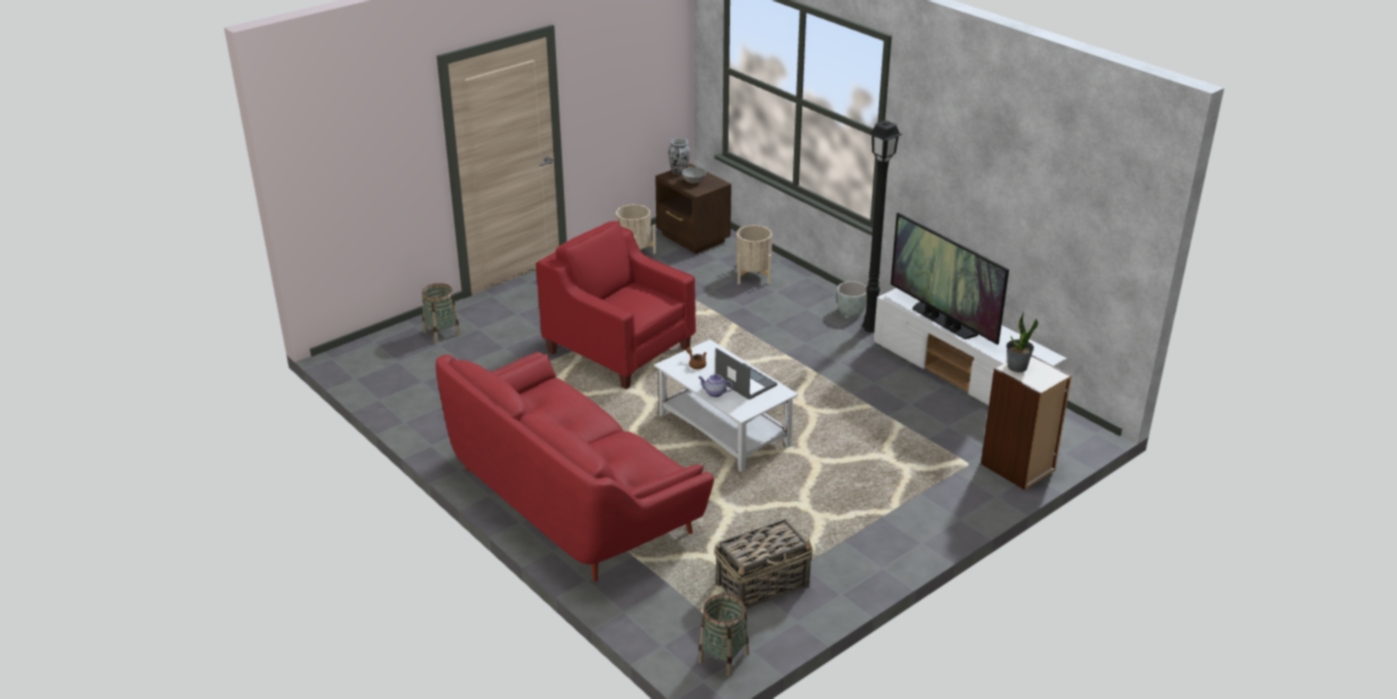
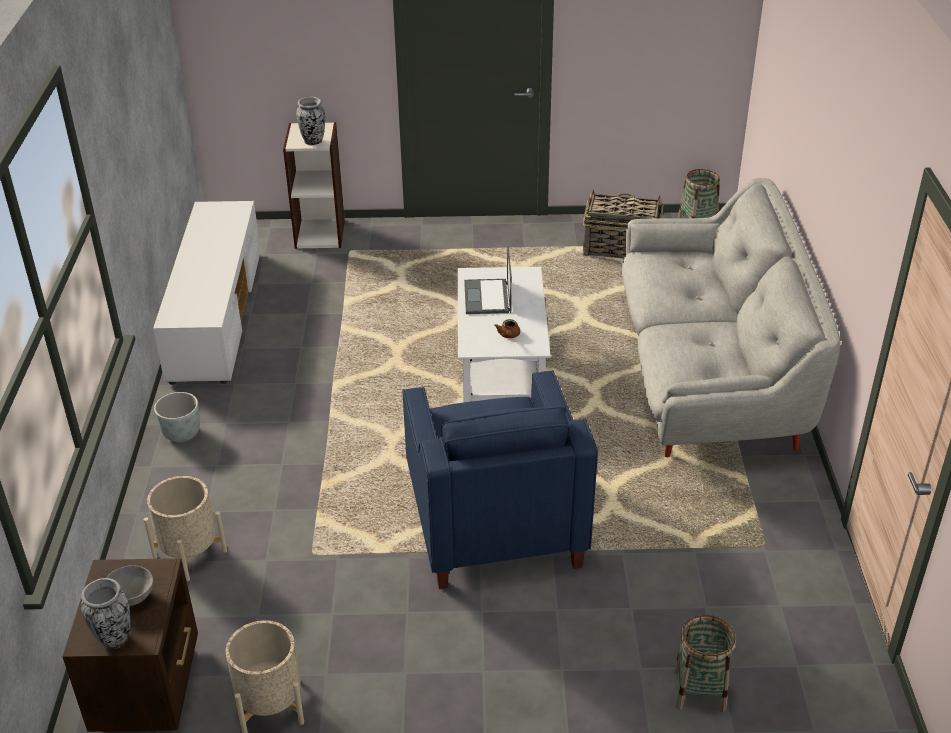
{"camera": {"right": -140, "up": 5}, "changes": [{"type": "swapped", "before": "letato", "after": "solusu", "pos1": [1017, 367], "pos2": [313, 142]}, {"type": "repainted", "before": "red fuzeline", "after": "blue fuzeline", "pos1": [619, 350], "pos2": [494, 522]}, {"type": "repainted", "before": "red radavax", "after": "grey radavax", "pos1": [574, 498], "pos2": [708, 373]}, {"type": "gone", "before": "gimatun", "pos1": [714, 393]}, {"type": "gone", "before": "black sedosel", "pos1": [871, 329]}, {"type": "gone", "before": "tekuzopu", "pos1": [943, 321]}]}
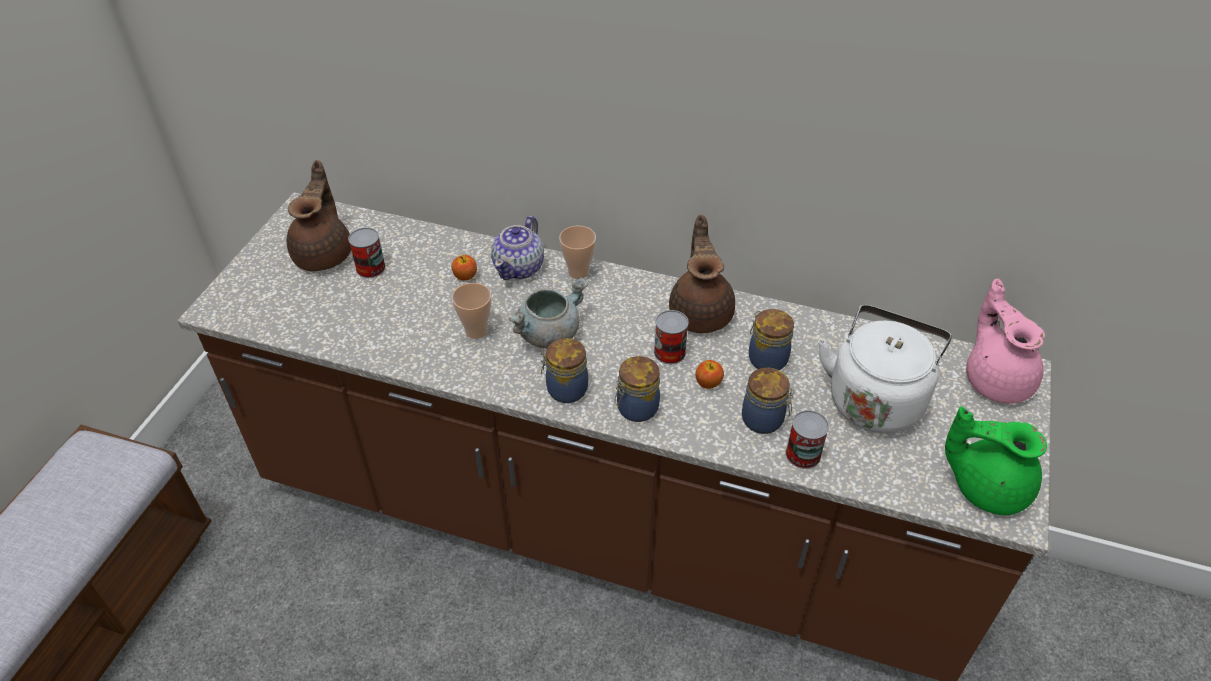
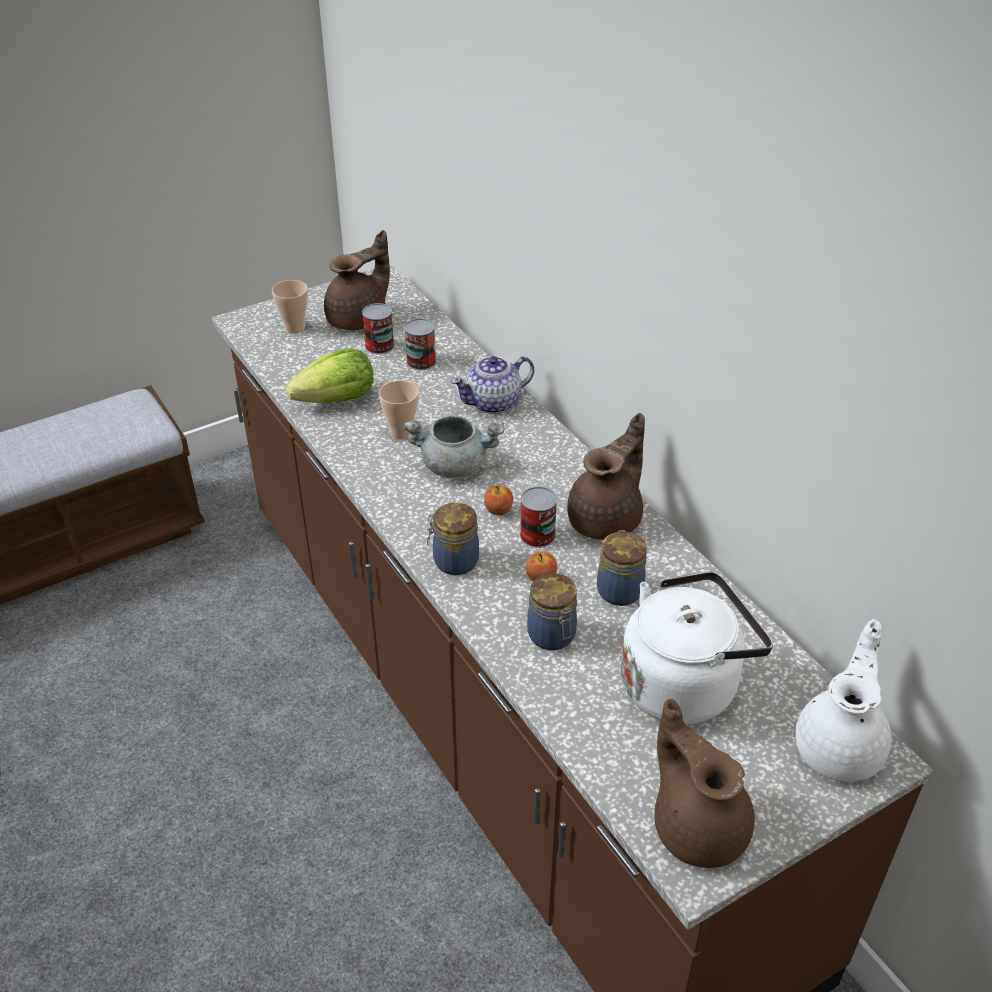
{"camera": {"right": 40, "up": -5}, "changes": [{"type": "shifted", "before": "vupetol", "pos1": [578, 272], "pos2": [294, 327]}, {"type": "new", "after": "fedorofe", "pos2": [337, 400]}, {"type": "shifted", "before": "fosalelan", "pos1": [803, 454], "pos2": [421, 361]}, {"type": "shifted", "before": "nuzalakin", "pos1": [465, 276], "pos2": [498, 510]}, {"type": "repainted", "before": "green gimatun", "after": "brown gimatun", "pos1": [986, 486], "pos2": [698, 826]}, {"type": "repainted", "before": "pink gimatun", "after": "white gimatun", "pos1": [996, 379], "pos2": [840, 747]}, {"type": "gone", "before": "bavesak", "pos1": [565, 389]}]}
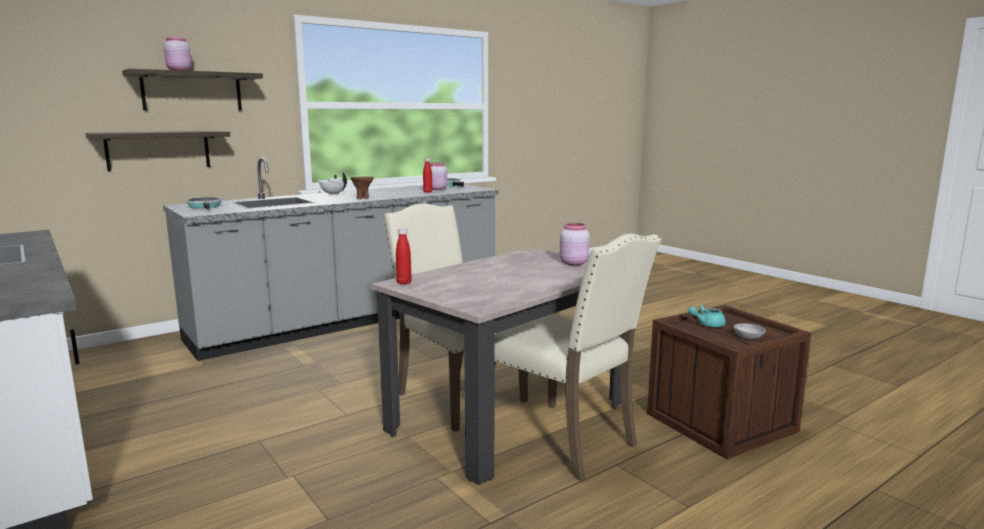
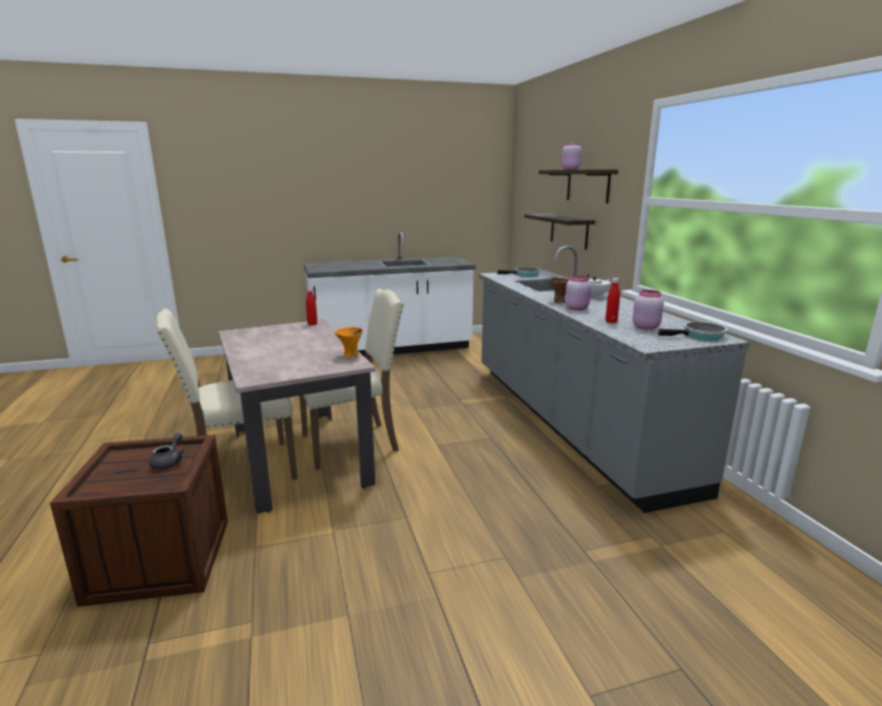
{"camera": {"right": 110, "up": 5}, "changes": [{"type": "repainted", "before": "turquoise gimatun", "after": "grey gimatun", "pos1": [707, 325], "pos2": [169, 462]}, {"type": "new", "after": "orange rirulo", "pos2": [350, 355]}, {"type": "shifted", "before": "pink bavesak", "pos1": [573, 263], "pos2": [577, 308]}, {"type": "gone", "before": "grey rirulo", "pos1": [748, 338]}]}
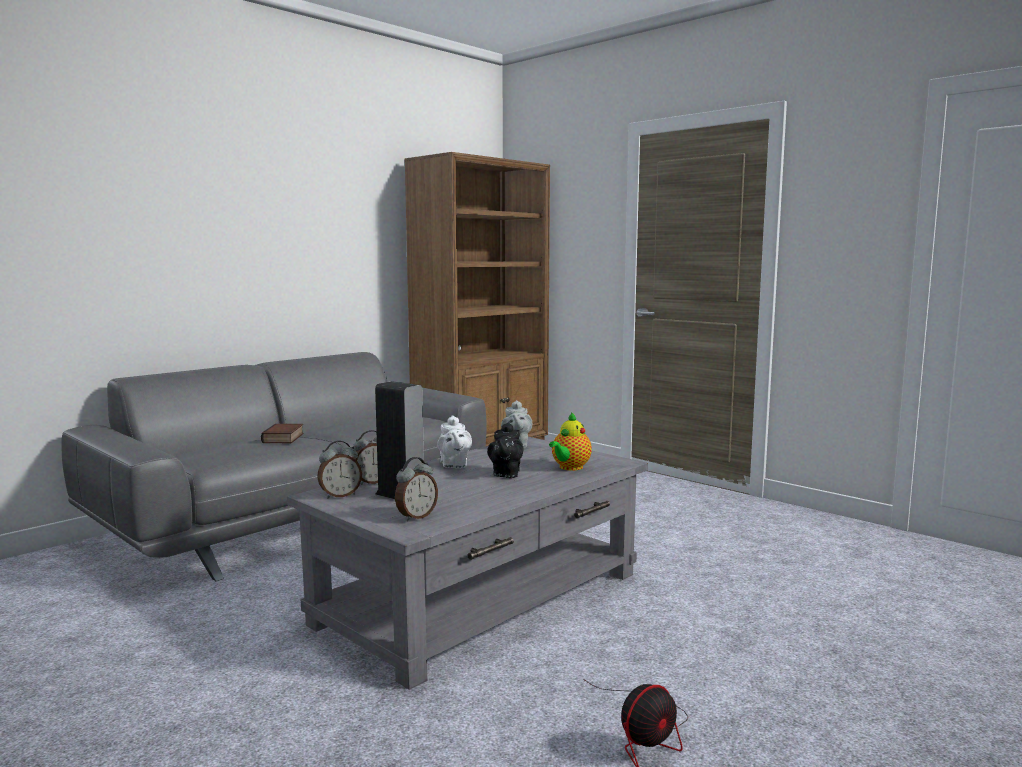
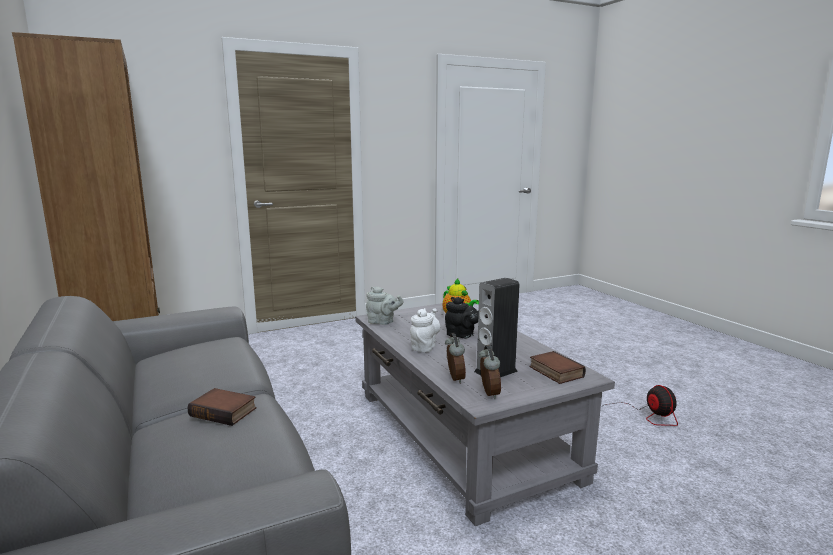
{"camera": {"right": -70, "up": 5}, "changes": [{"type": "rotated", "before": "white gimatun", "pos1": [454, 465], "pos2": [424, 347], "turn": -75}, {"type": "swapped", "before": "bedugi", "after": "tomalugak", "pos1": [416, 517], "pos2": [554, 372]}]}
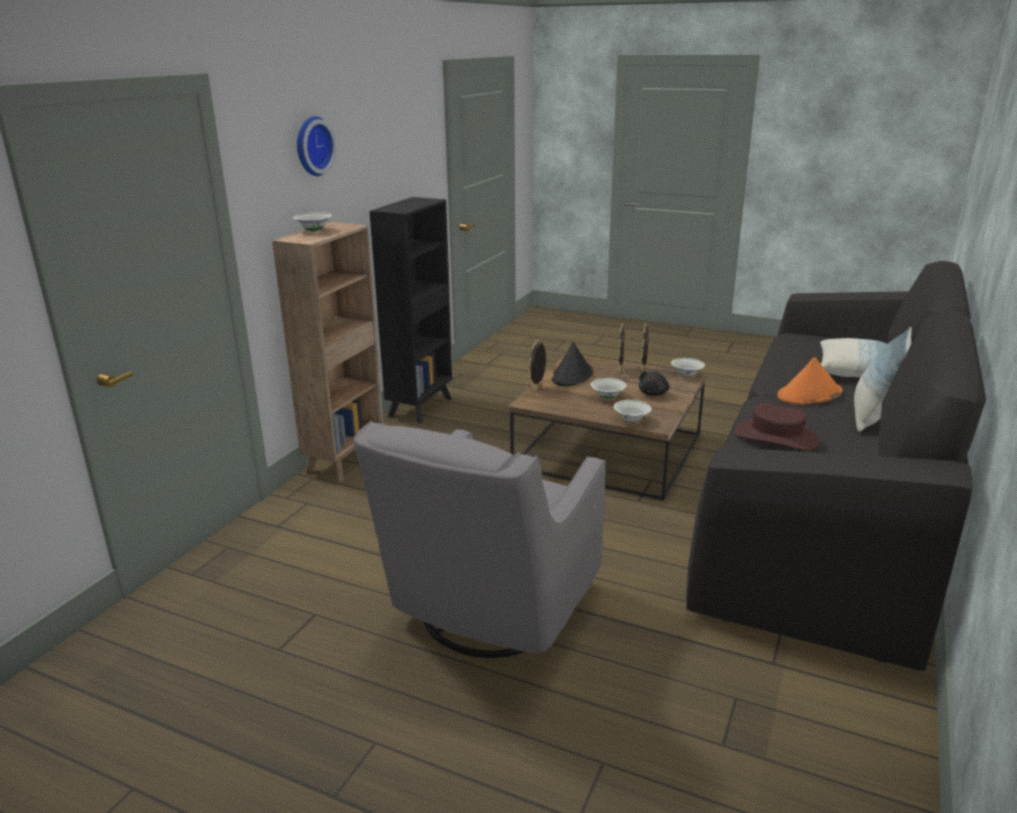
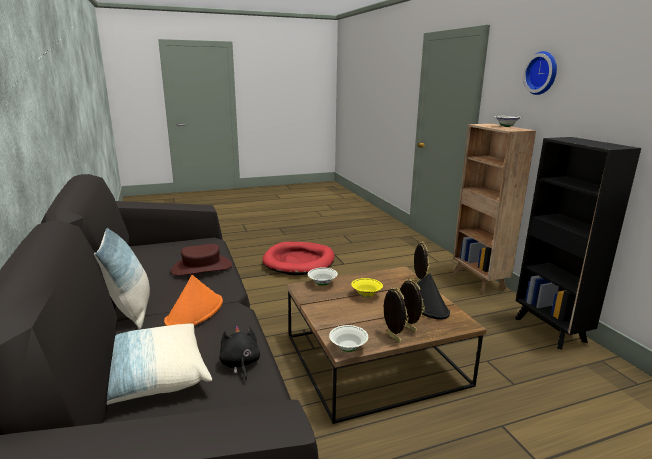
{"camera": {"right": 135, "up": -5}, "changes": [{"type": "shifted", "before": "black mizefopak", "pos1": [653, 393], "pos2": [240, 364]}, {"type": "swapped", "before": "grey fuzeline", "after": "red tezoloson", "pos1": [489, 614], "pos2": [299, 261]}, {"type": "repainted", "before": "white rirulo", "after": "yellow rirulo", "pos1": [608, 397], "pos2": [366, 295]}]}
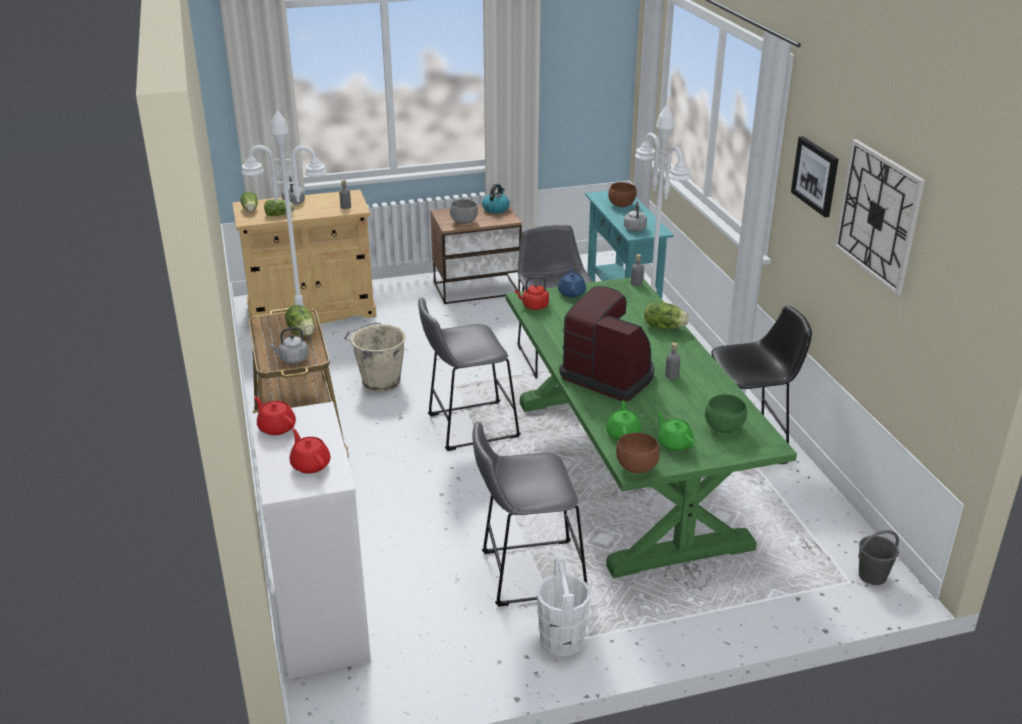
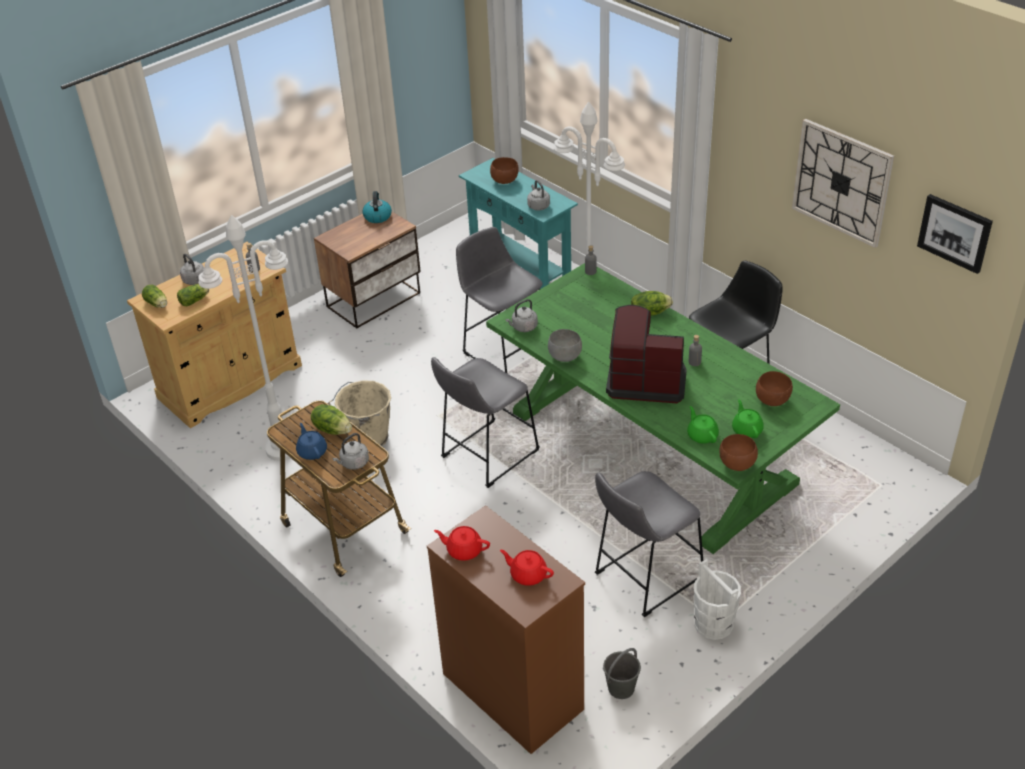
{"camera": {"right": -25, "up": 10}, "changes": [{"type": "shifted", "before": "blue gimatun", "pos1": [572, 293], "pos2": [312, 451]}, {"type": "repainted", "before": "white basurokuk", "after": "brown basurokuk", "pos1": [320, 618], "pos2": [511, 690]}, {"type": "repainted", "before": "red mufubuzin", "after": "grey mufubuzin", "pos1": [533, 306], "pos2": [523, 327]}, {"type": "shifted", "before": "grey rirulo", "pos1": [463, 222], "pos2": [564, 356]}, {"type": "shifted", "before": "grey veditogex", "pos1": [872, 576], "pos2": [620, 688]}, {"type": "rotated", "before": "green gimatun", "pos1": [674, 443], "pos2": [747, 430], "turn": 45}, {"type": "repainted", "before": "green rirulo", "after": "brown rirulo", "pos1": [725, 428], "pos2": [773, 400]}, {"type": "shifted", "before": "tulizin", "pos1": [816, 176], "pos2": [955, 232]}]}
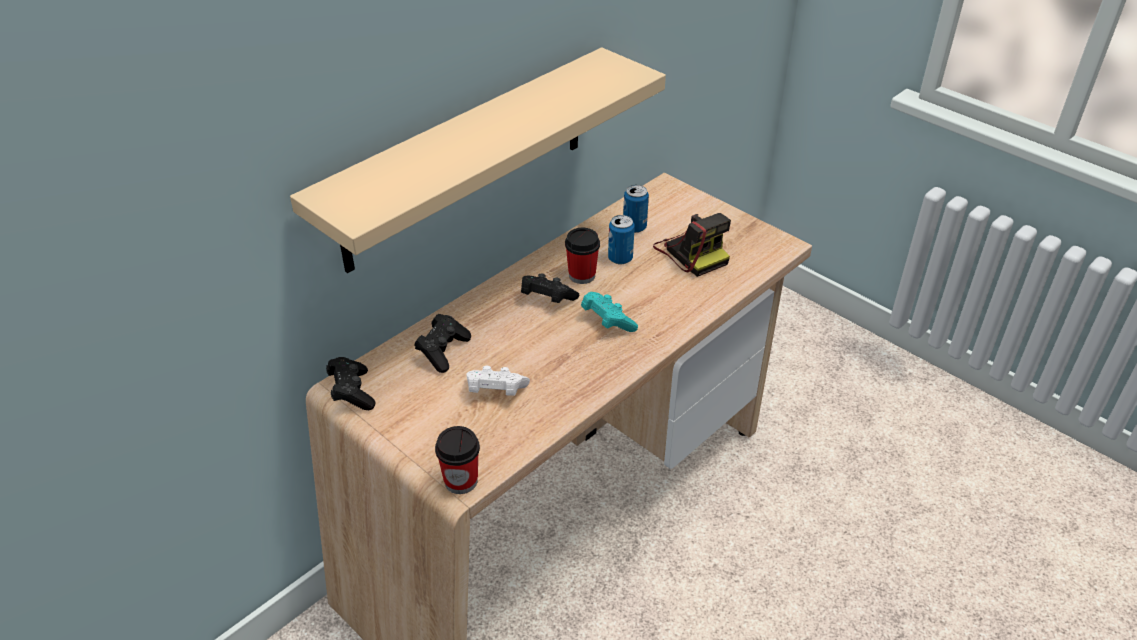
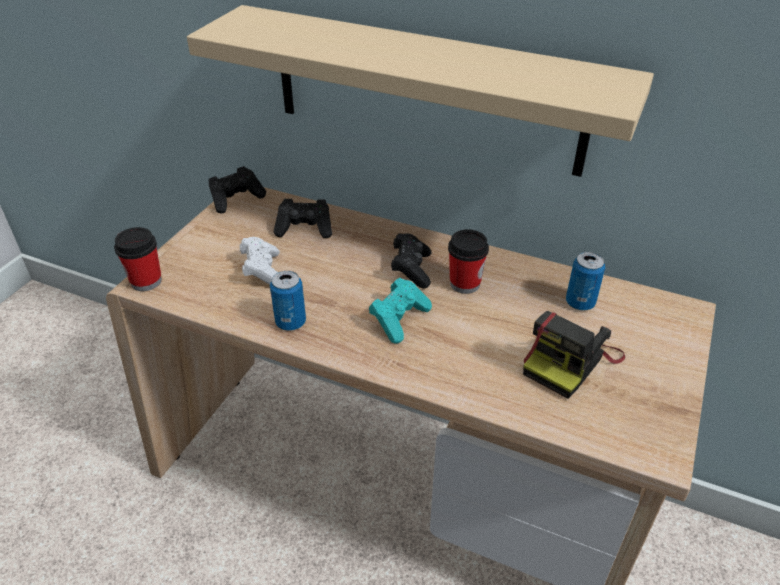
{"camera": {"right": 70, "up": 0}, "changes": [{"type": "shifted", "before": "fosalelan", "pos1": [620, 258], "pos2": [290, 322]}]}
